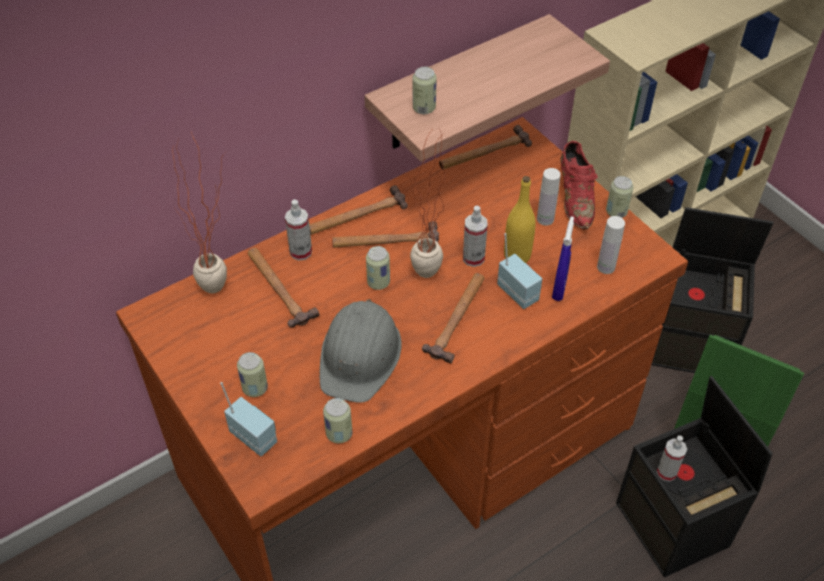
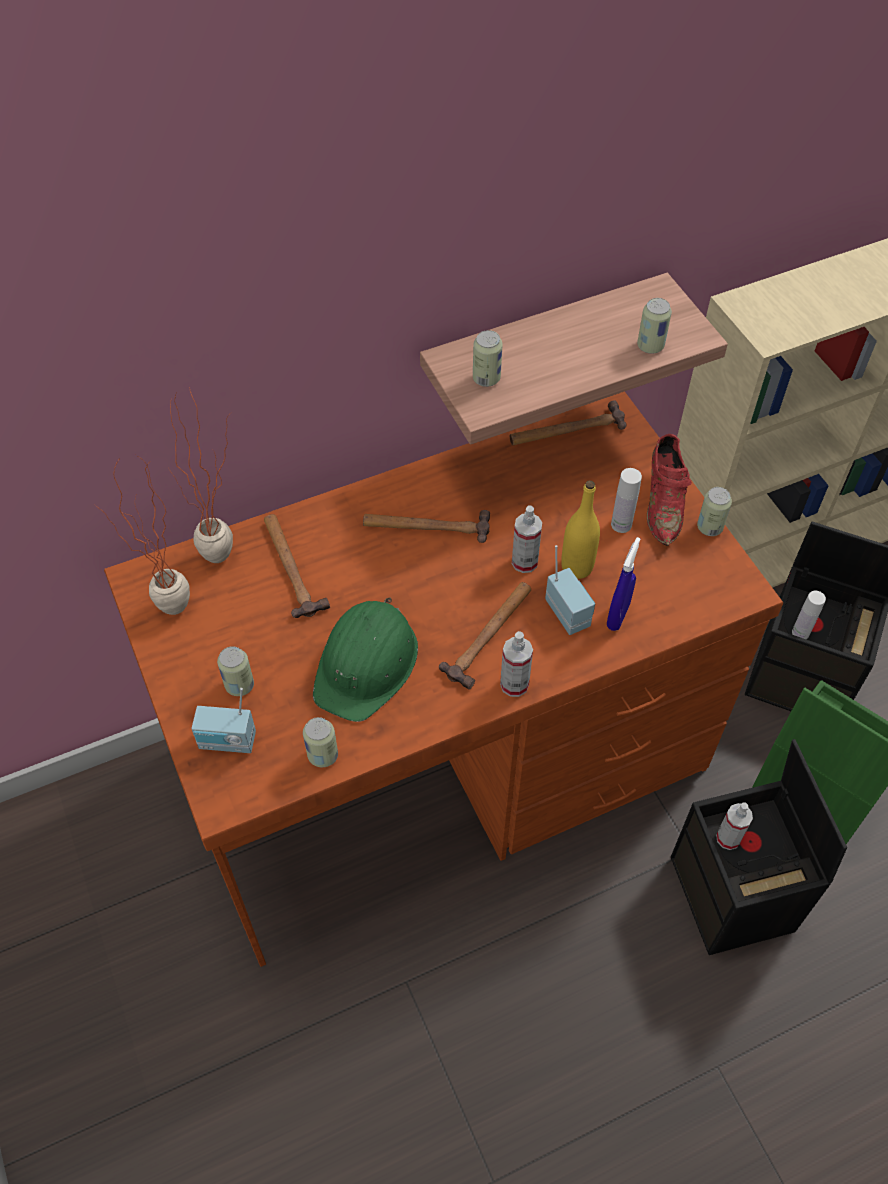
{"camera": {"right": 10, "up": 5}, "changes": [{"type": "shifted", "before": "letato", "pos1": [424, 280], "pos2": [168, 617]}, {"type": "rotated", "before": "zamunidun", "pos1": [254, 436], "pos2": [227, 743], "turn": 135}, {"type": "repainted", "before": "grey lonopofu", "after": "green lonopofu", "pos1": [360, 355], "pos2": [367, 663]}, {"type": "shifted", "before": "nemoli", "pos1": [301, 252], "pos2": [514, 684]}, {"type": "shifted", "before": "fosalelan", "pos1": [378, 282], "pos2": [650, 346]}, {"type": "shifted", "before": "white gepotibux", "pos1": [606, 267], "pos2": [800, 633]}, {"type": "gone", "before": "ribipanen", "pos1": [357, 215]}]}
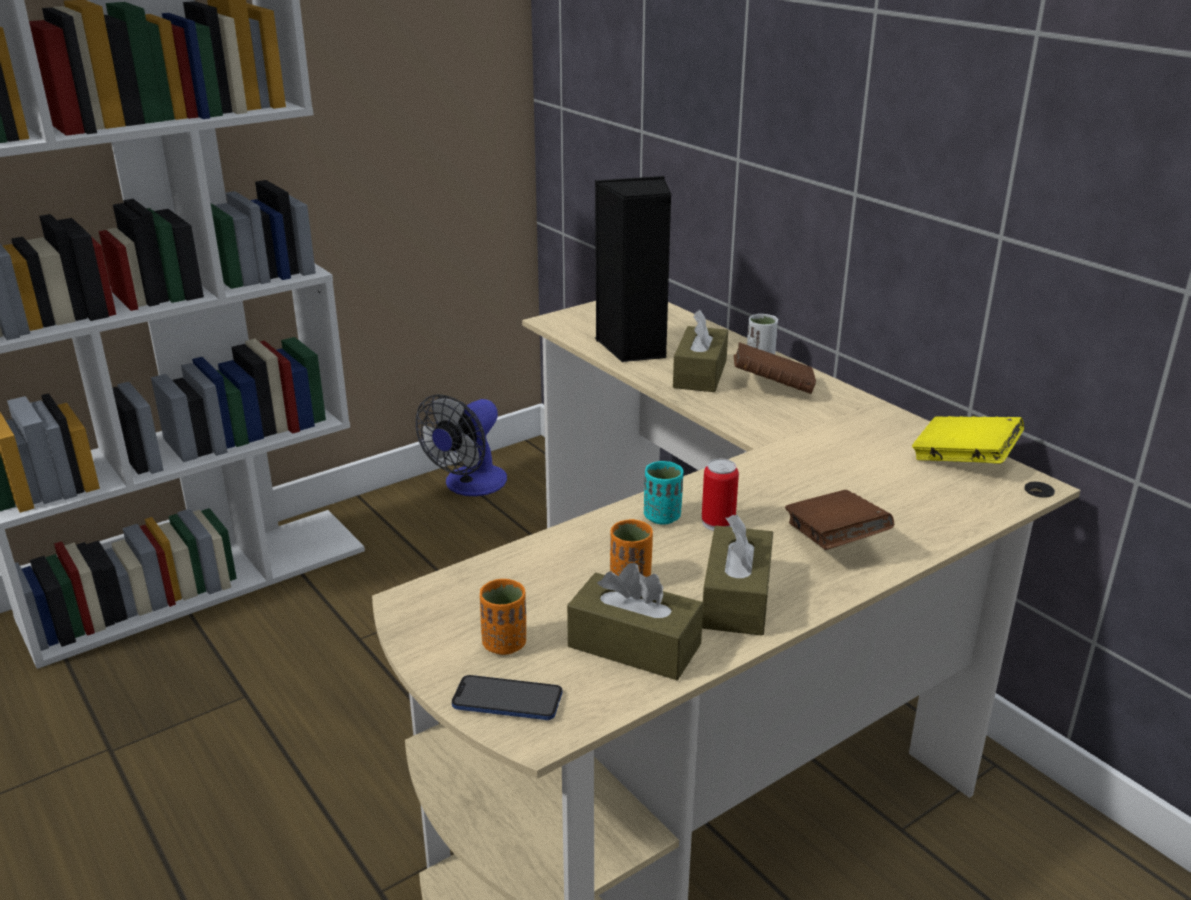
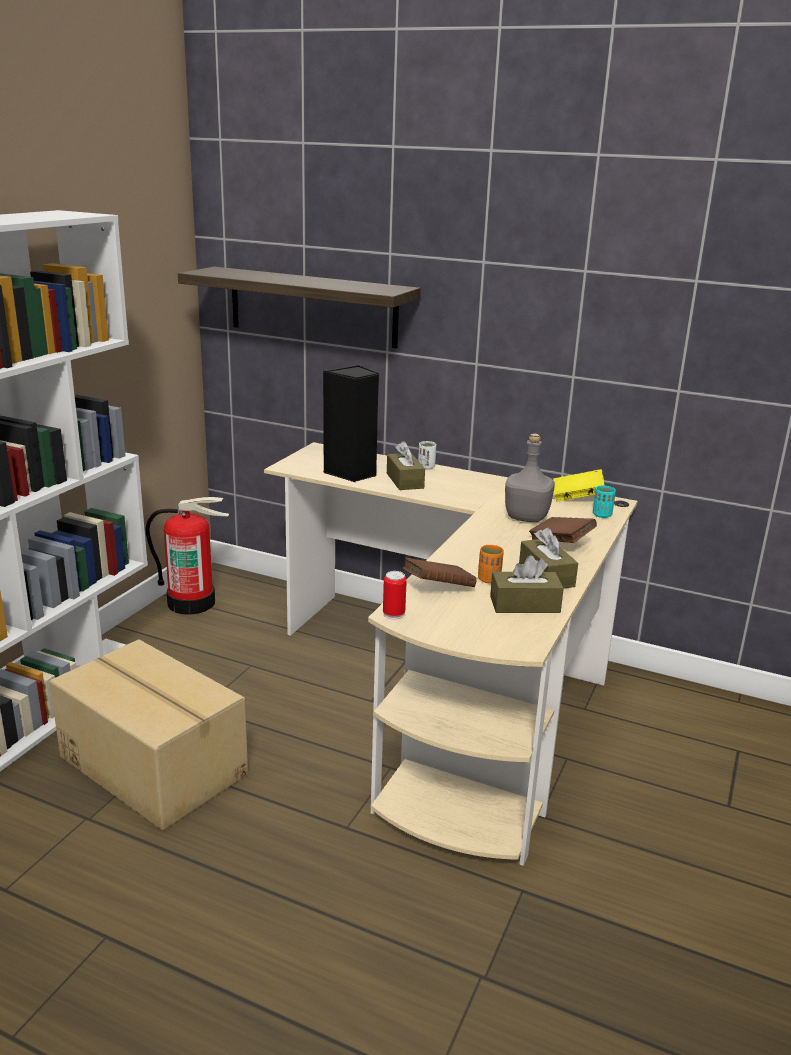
{"camera": {"right": -30, "up": -5}, "changes": [{"type": "new", "after": "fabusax", "pos2": [154, 764]}, {"type": "swapped", "before": "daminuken", "after": "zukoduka", "pos1": [469, 486], "pos2": [192, 602]}, {"type": "new", "after": "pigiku", "pos2": [312, 307]}, {"type": "shifted", "before": "fosalelan", "pos1": [718, 523], "pos2": [393, 614]}, {"type": "shifted", "before": "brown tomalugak", "pos1": [772, 388], "pos2": [438, 588]}, {"type": "new", "after": "grey gepotibux", "pos2": [527, 517]}, {"type": "shifted", "before": "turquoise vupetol", "pos1": [662, 517], "pos2": [602, 515]}, {"type": "gone", "before": "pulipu", "pos1": [507, 700]}, {"type": "gone", "before": "orange vupetol", "pos1": [504, 644]}]}
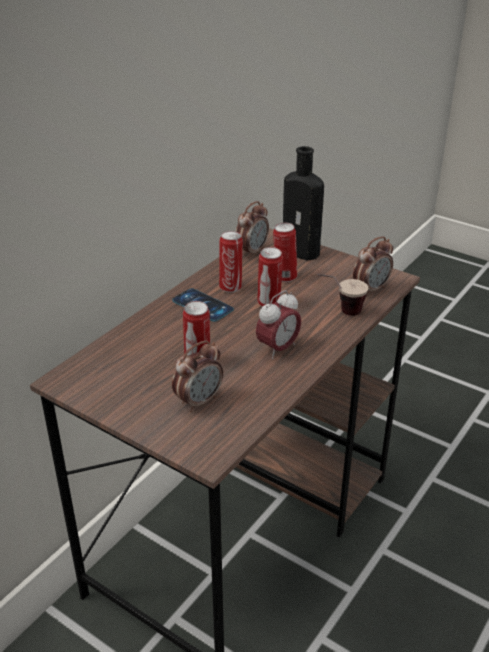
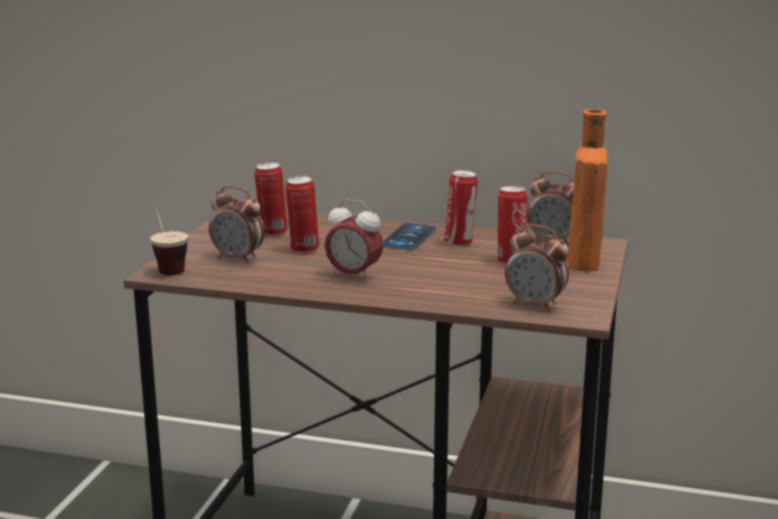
{"camera": {"right": 70, "up": -15}, "changes": [{"type": "shifted", "before": "vupetol", "pos1": [339, 312], "pos2": [165, 267]}, {"type": "shifted", "before": "fosalelan", "pos1": [269, 303], "pos2": [272, 232]}, {"type": "repainted", "before": "black gepotibux", "after": "orange gepotibux", "pos1": [303, 253], "pos2": [584, 263]}]}
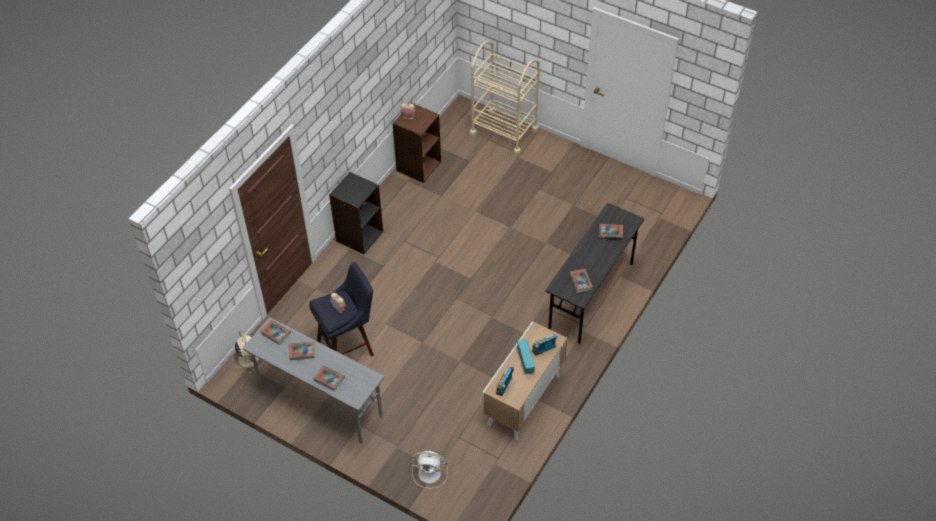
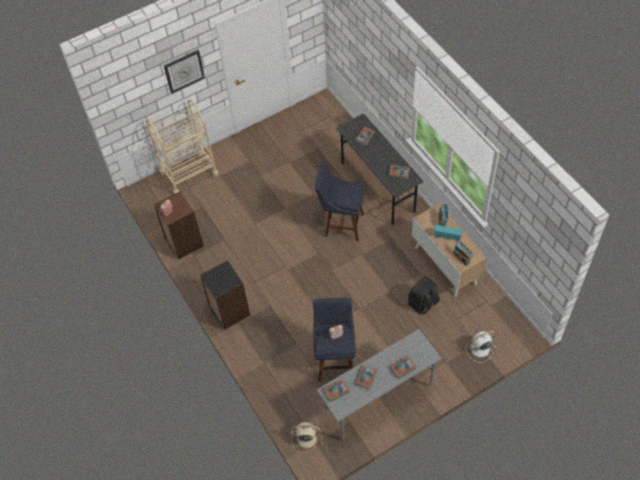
{"camera": {"right": -60, "up": 5}, "changes": [{"type": "new", "after": "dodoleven", "pos2": [184, 71]}, {"type": "new", "after": "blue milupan", "pos2": [341, 224]}, {"type": "new", "after": "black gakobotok", "pos2": [423, 303]}, {"type": "rotated", "before": "white daminuken", "pos1": [431, 473], "pos2": [479, 349], "turn": -150}]}
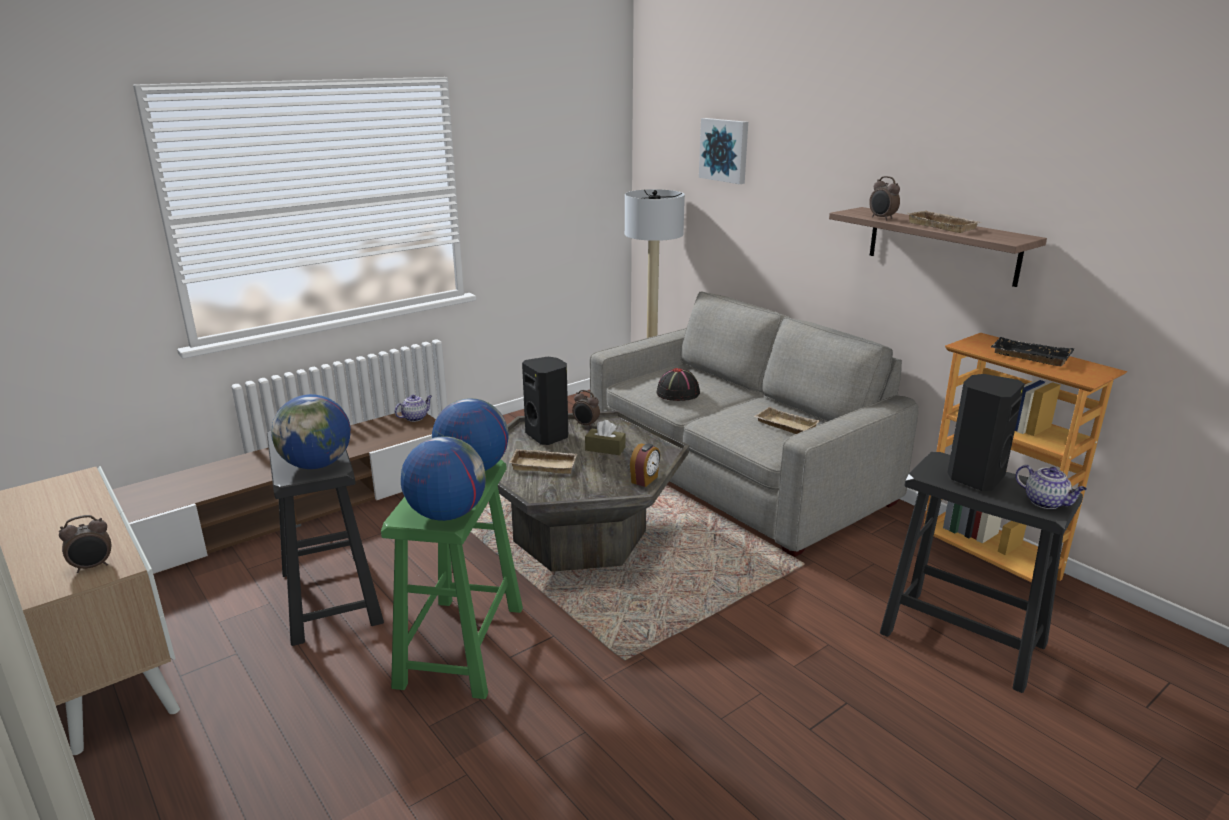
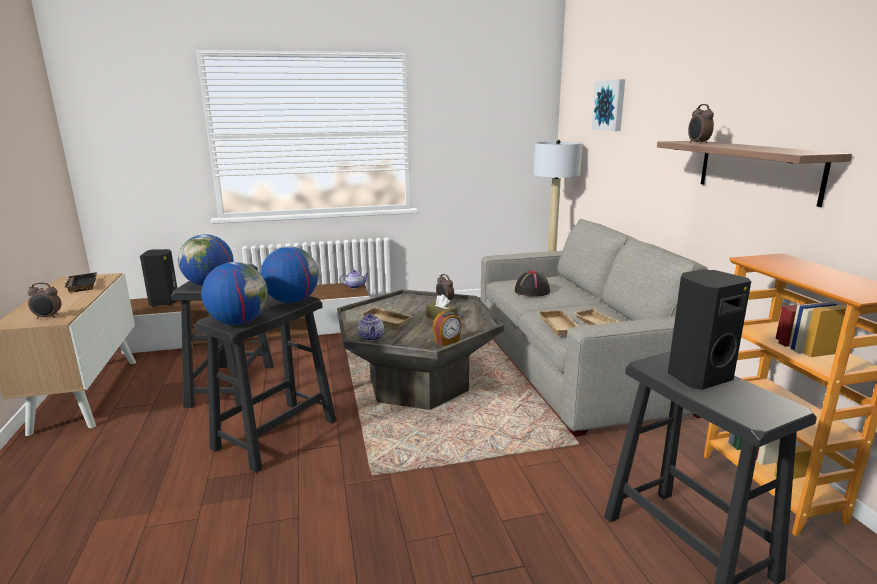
{"camera": {"right": 25, "up": -5}, "changes": [{"type": "shifted", "before": "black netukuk", "pos1": [1028, 357], "pos2": [80, 285]}, {"type": "shifted", "before": "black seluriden", "pos1": [548, 436], "pos2": [165, 302]}, {"type": "repainted", "before": "green milupan", "after": "black milupan", "pos1": [462, 645], "pos2": [276, 434]}, {"type": "shifted", "before": "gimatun", "pos1": [1046, 502], "pos2": [371, 338]}, {"type": "shifted", "before": "beige netukuk", "pos1": [944, 226], "pos2": [560, 326]}]}
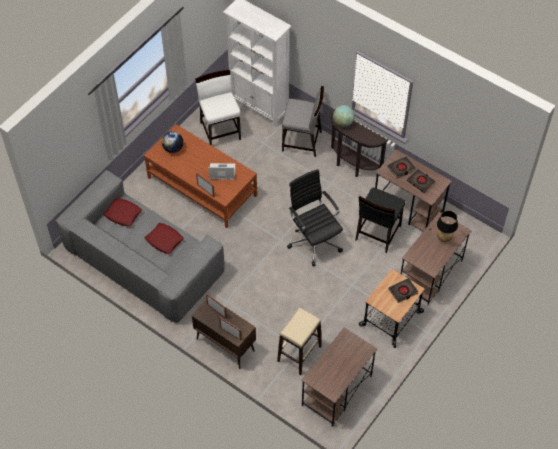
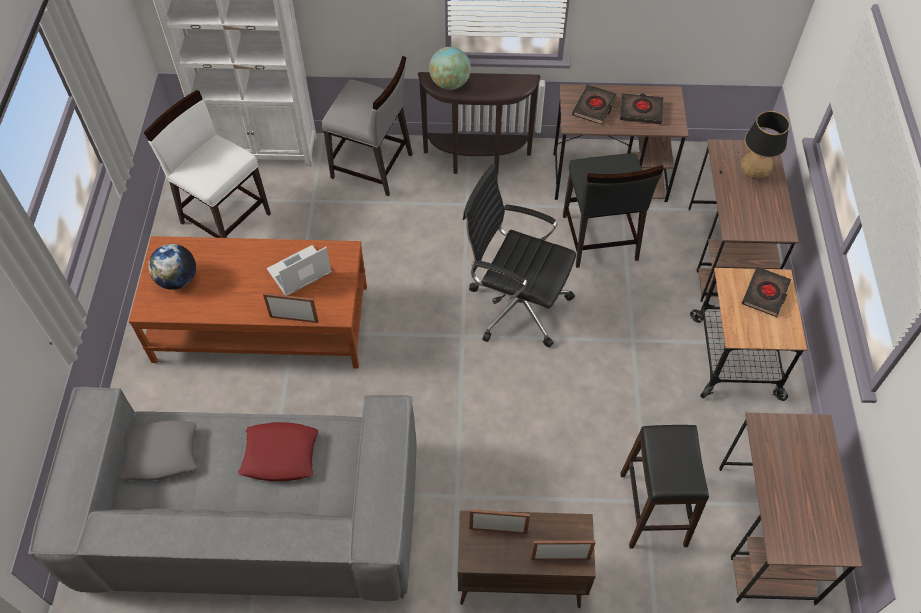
{"camera": {"right": -35, "up": 0}, "changes": [{"type": "repainted", "before": "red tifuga", "after": "grey tifuga", "pos1": [123, 214], "pos2": [161, 454]}, {"type": "rotated", "before": "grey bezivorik", "pos1": [302, 141], "pos2": [372, 167], "turn": 45}, {"type": "repainted", "before": "beige milupan", "after": "black milupan", "pos1": [299, 353], "pos2": [652, 509]}]}
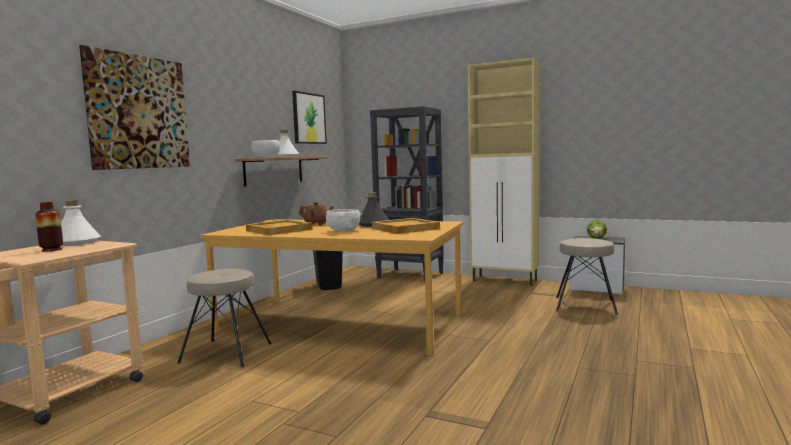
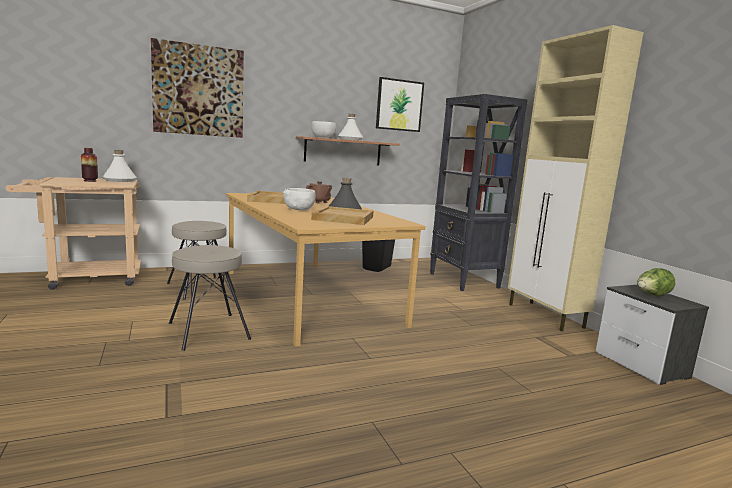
{"camera": {"right": 40, "up": 5}, "changes": [{"type": "shifted", "before": "beige milupan", "pos1": [585, 305], "pos2": [208, 331]}]}
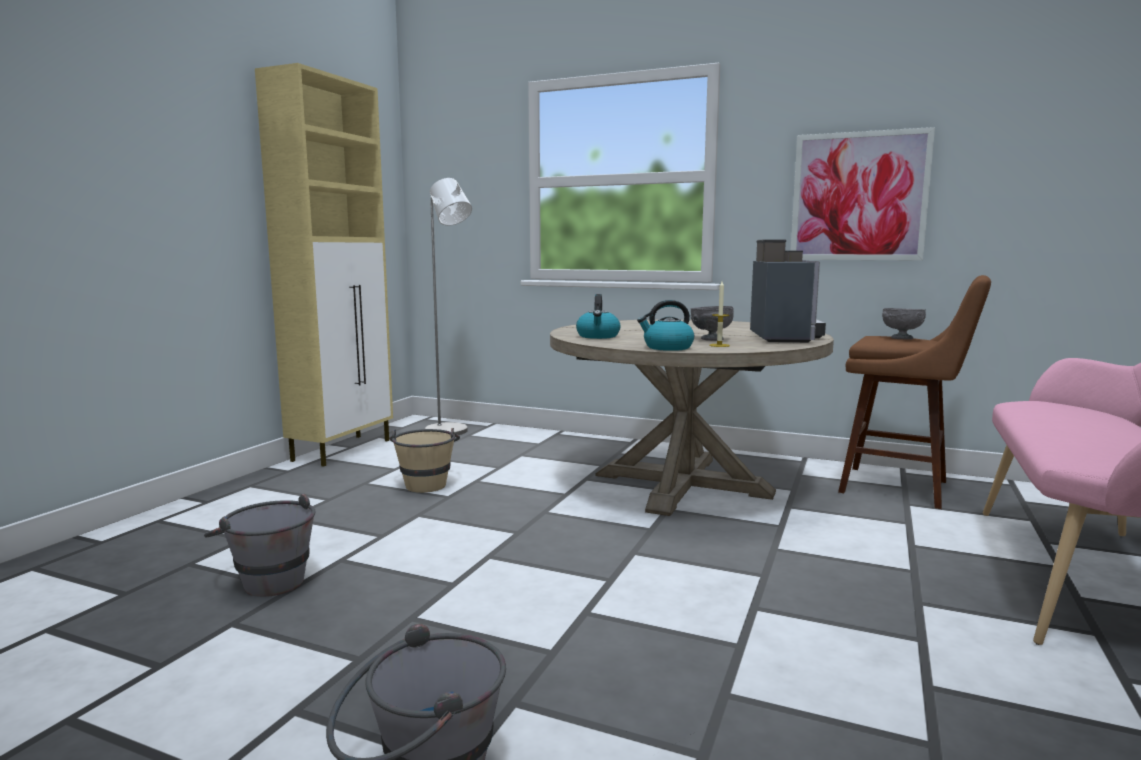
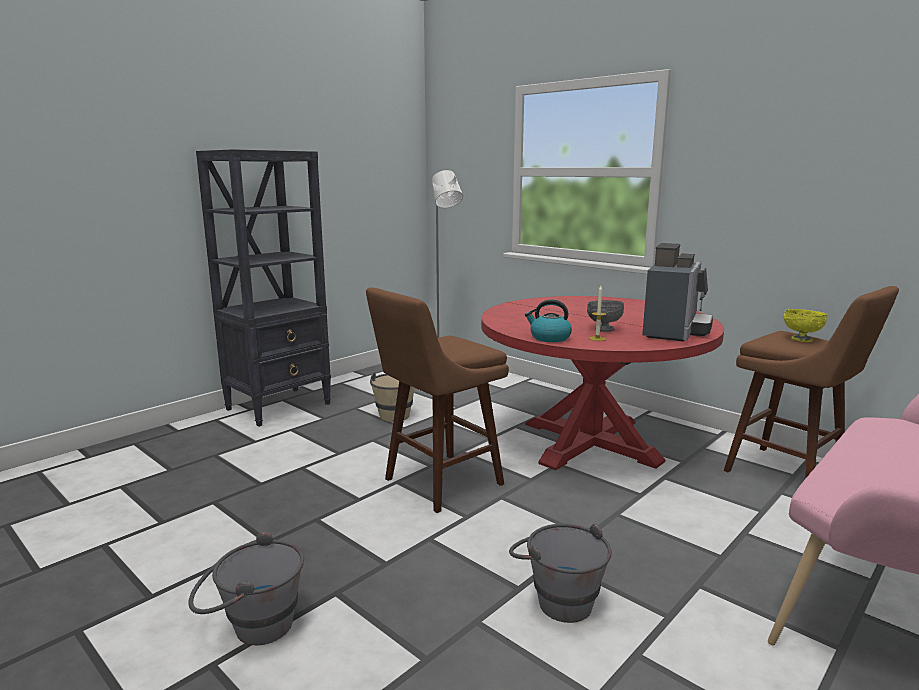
{"camera": {"right": 20, "up": 5}, "changes": [{"type": "new", "after": "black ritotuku", "pos2": [280, 406]}, {"type": "new", "after": "brown milupan", "pos2": [437, 484]}, {"type": "repainted", "before": "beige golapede", "after": "red golapede", "pos1": [682, 483], "pos2": [590, 442]}, {"type": "shifted", "before": "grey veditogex", "pos1": [267, 579], "pos2": [557, 598]}, {"type": "repainted", "before": "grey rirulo", "after": "yellow rirulo", "pos1": [901, 338], "pos2": [801, 339]}, {"type": "gone", "before": "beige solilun", "pos1": [343, 450]}, {"type": "gone", "before": "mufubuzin", "pos1": [598, 336]}, {"type": "gone", "before": "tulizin", "pos1": [859, 196]}]}
